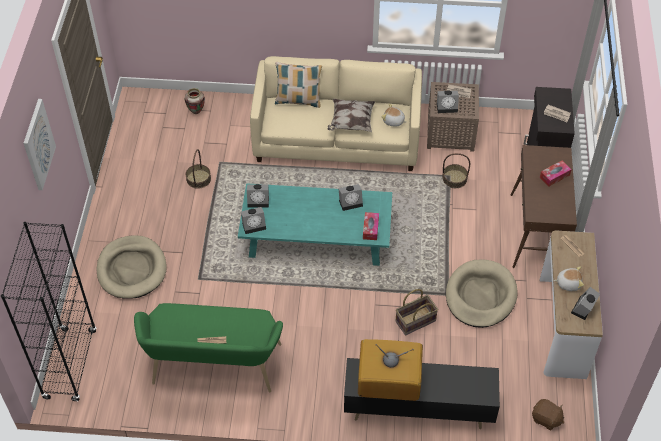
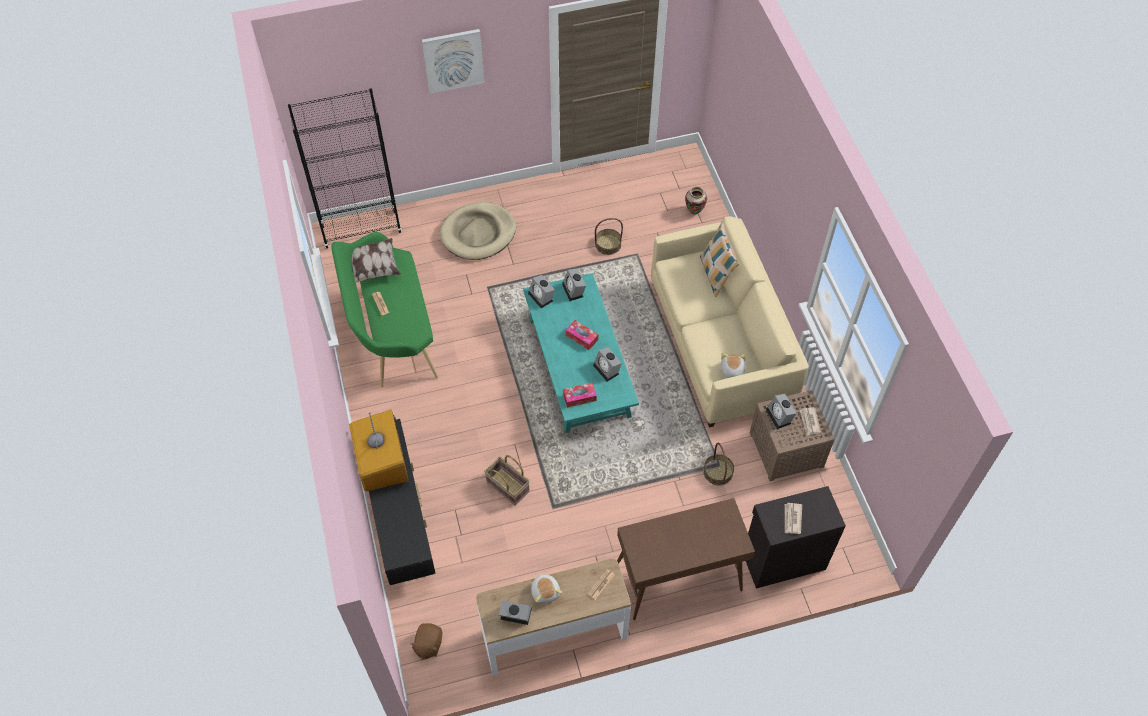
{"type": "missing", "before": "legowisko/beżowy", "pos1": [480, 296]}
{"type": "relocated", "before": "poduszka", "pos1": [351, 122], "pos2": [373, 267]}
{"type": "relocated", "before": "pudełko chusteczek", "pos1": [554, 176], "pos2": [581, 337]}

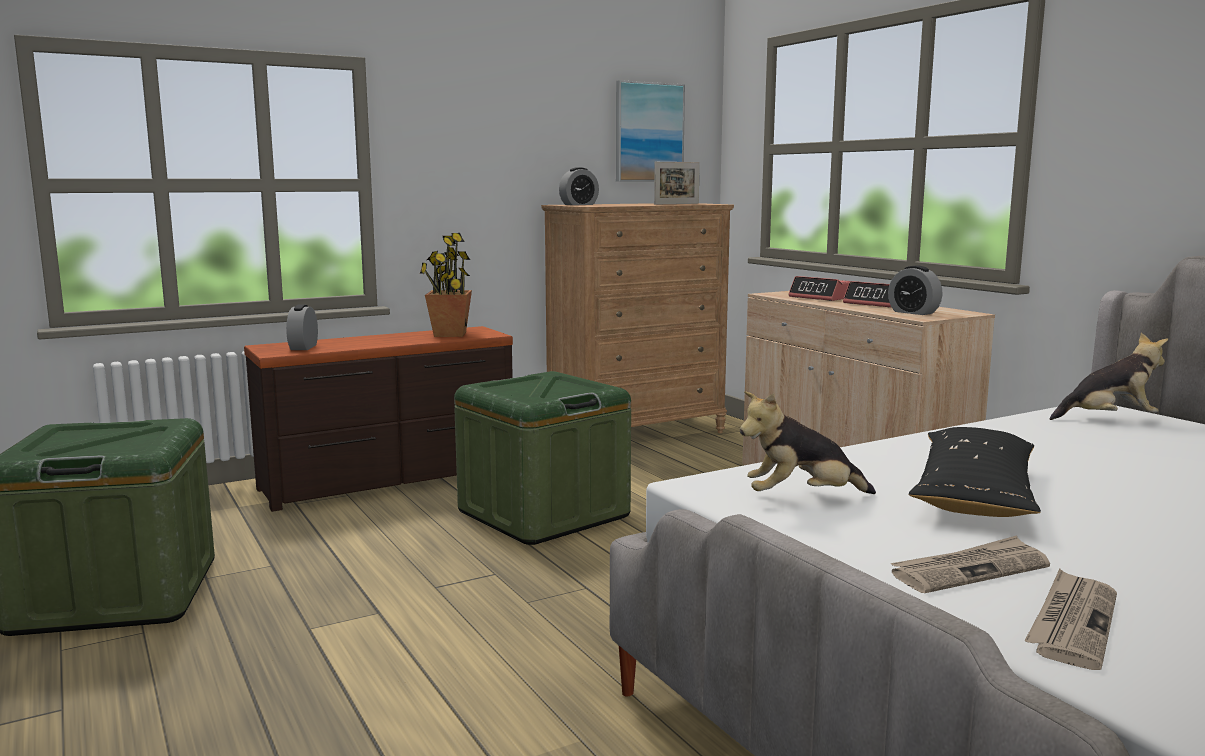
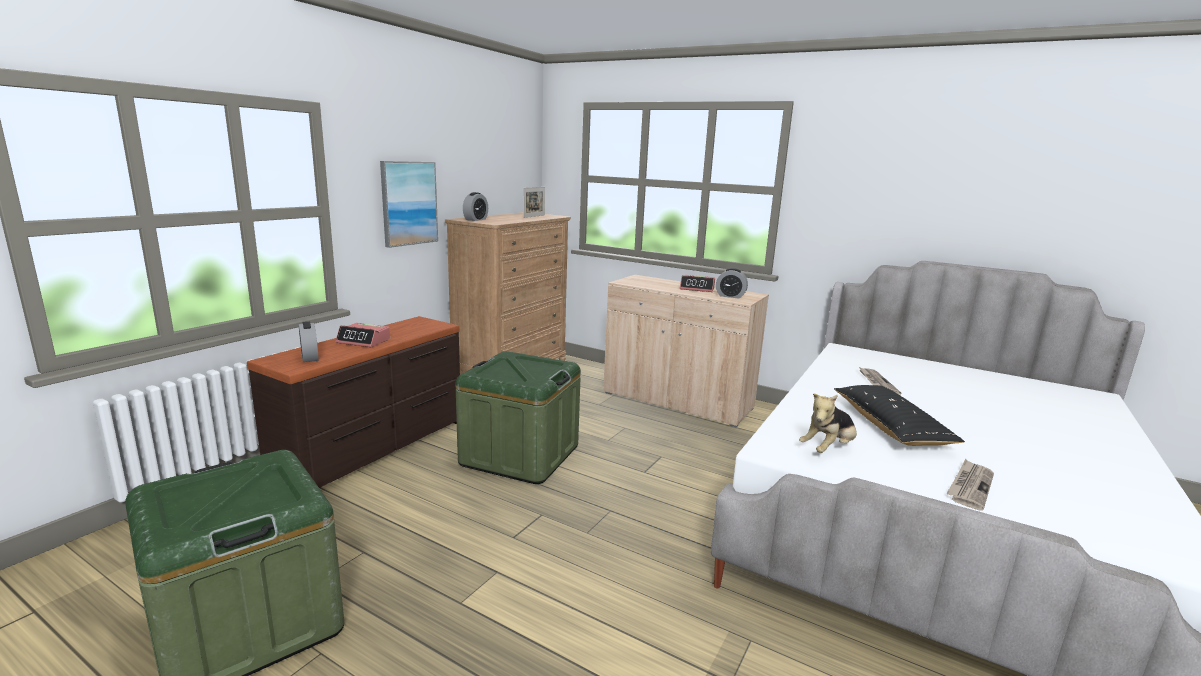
{"type": "missing", "before": "roślina doniczkowa", "pos1": [450, 334]}
{"type": "missing", "before": "pluszak", "pos1": [1109, 419]}
{"type": "relocated", "before": "obraz", "pos1": [648, 132], "pos2": [408, 203]}
{"type": "relocated", "before": "budzik", "pos1": [821, 297], "pos2": [364, 341]}
{"type": "relocated", "before": "gazeta", "pos1": [1072, 622], "pos2": [876, 382]}

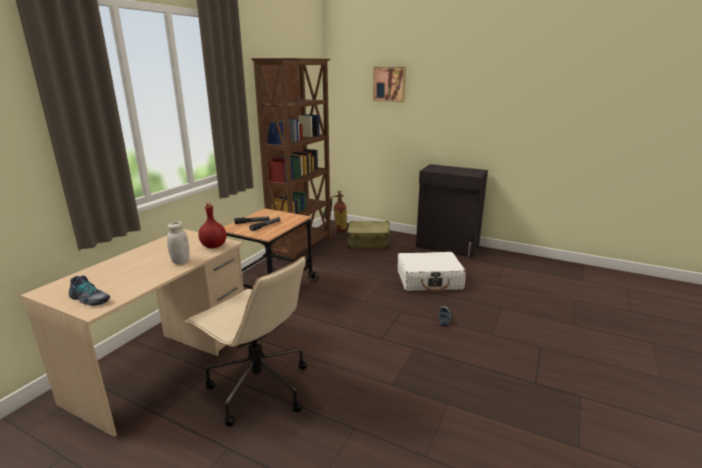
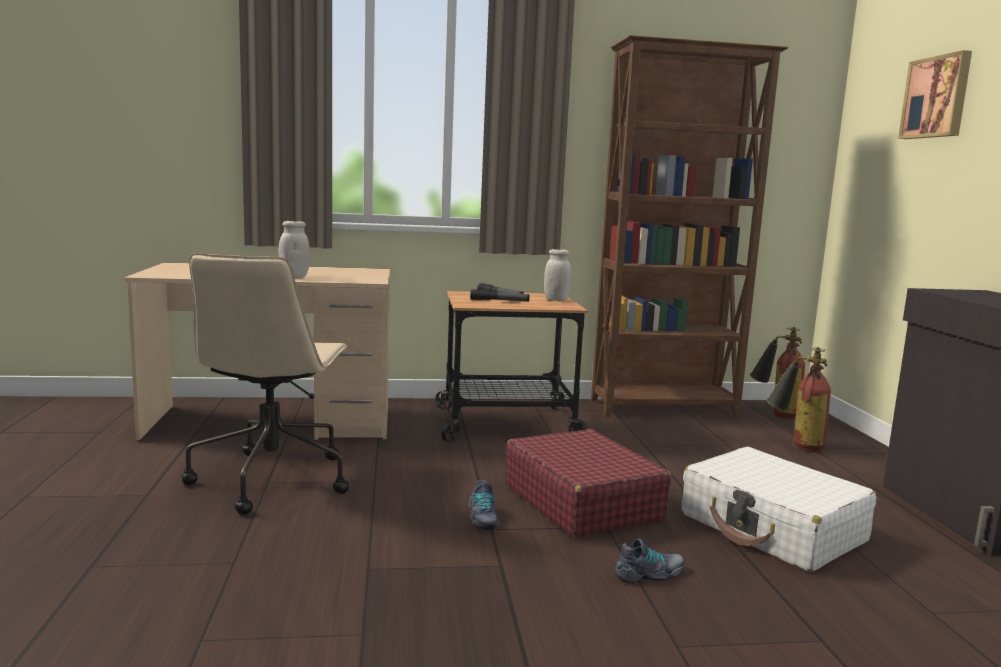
{"type": "missing", "before": "butelka/czerwony", "pos1": [213, 246]}
{"type": "appeared", "after": "walizka/czerwony", "pos2": [582, 501]}
{"type": "appeared", "after": "słoik/biały", "pos2": [556, 300]}
{"type": "relocated", "before": "but", "pos1": [89, 299], "pos2": [482, 518]}
{"type": "exchanged", "before": "walizka/beżowy", "after": "gaśnica", "pos1": [368, 242], "pos2": [796, 445]}

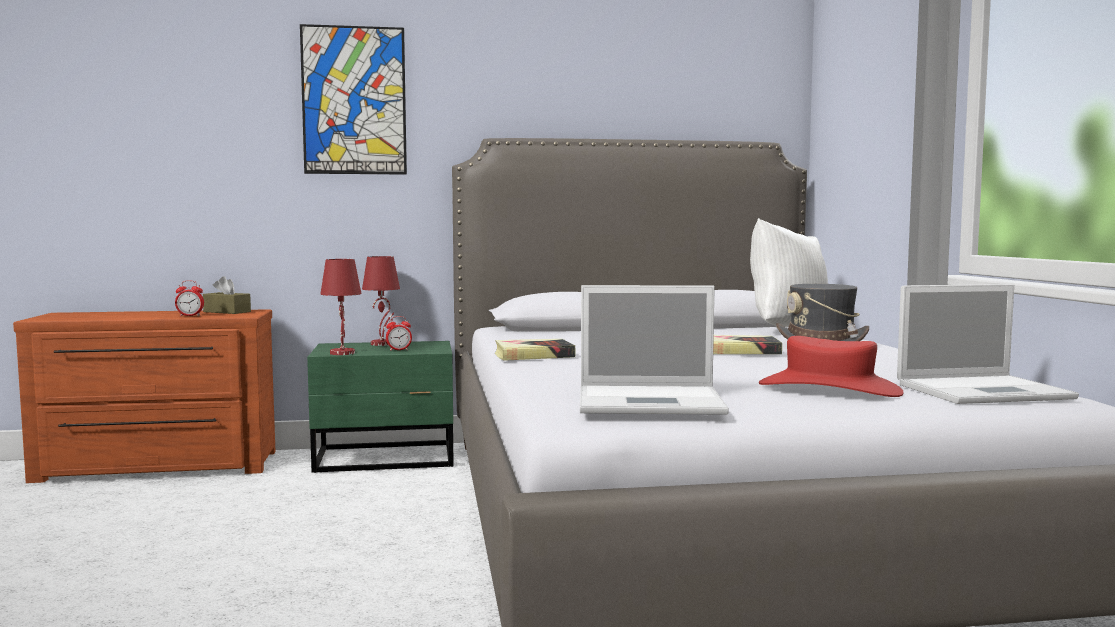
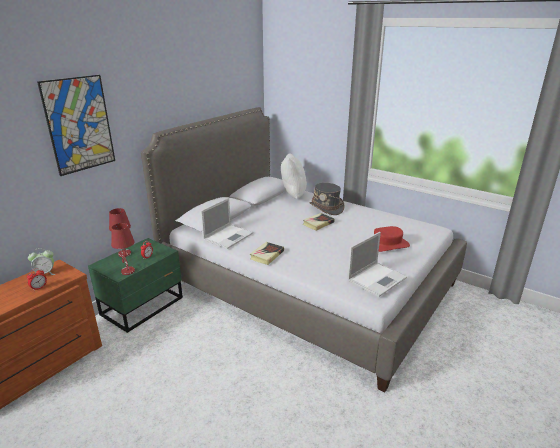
{"type": "relocated", "before": "laptop", "pos1": [985, 391], "pos2": [228, 236]}
{"type": "exchanged", "before": "pudełko chusteczek/brązowy", "after": "budzik", "pos1": [227, 312], "pos2": [45, 273]}

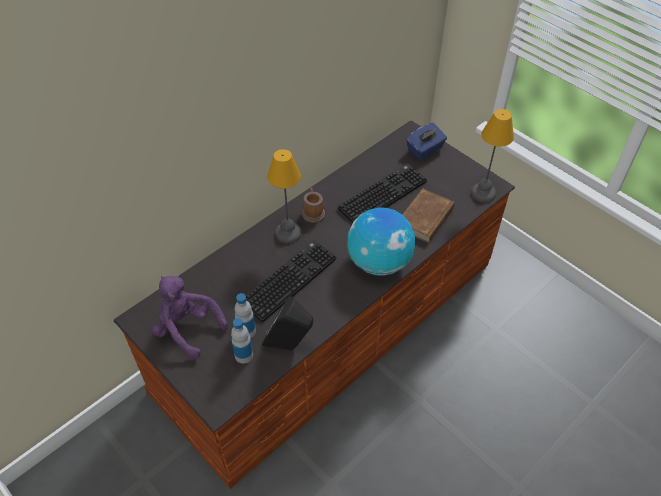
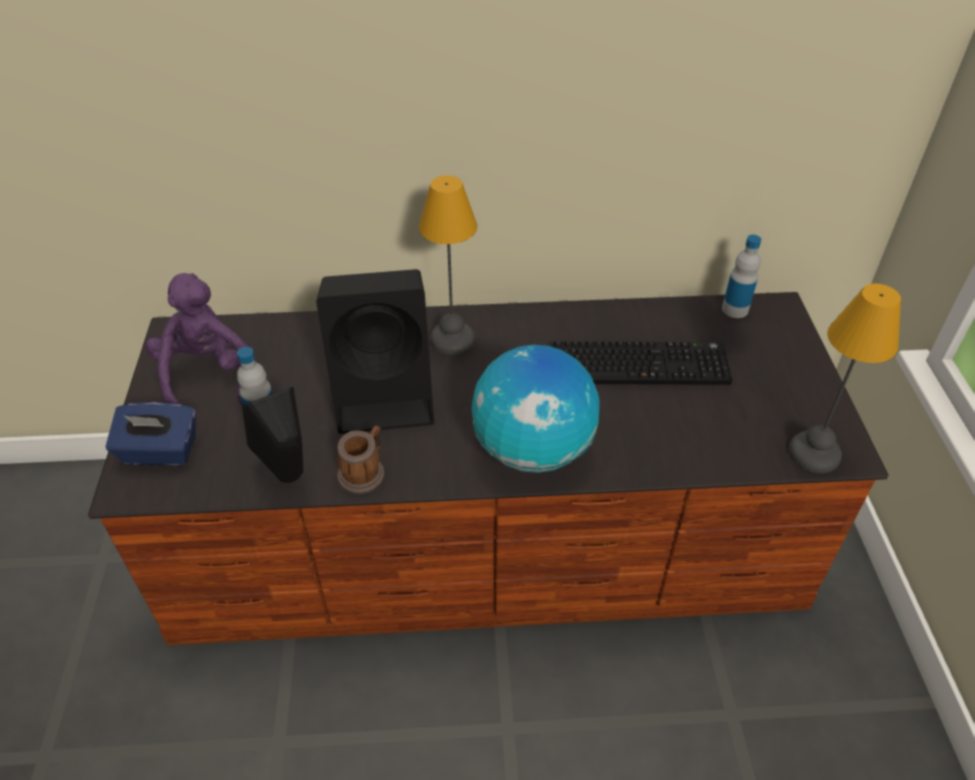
{"type": "missing", "before": "książka/brązowy", "pos1": [425, 218]}
{"type": "relocated", "before": "butelka", "pos1": [244, 355], "pos2": [735, 309]}
{"type": "relocated", "before": "kubek", "pos1": [313, 212], "pos2": [364, 471]}
{"type": "relocated", "before": "pudełko chusteczek/niebieski", "pos1": [425, 150], "pos2": [160, 451]}
{"type": "exchanged", "before": "klawiatura", "after": "głośnik/czarny", "pos1": [288, 279], "pos2": [387, 395]}

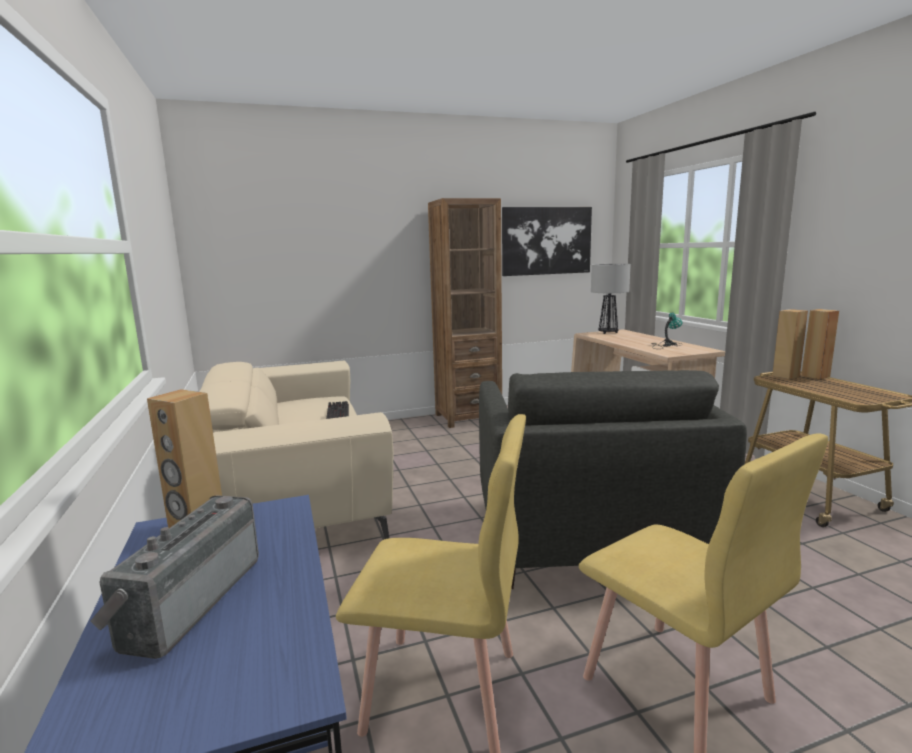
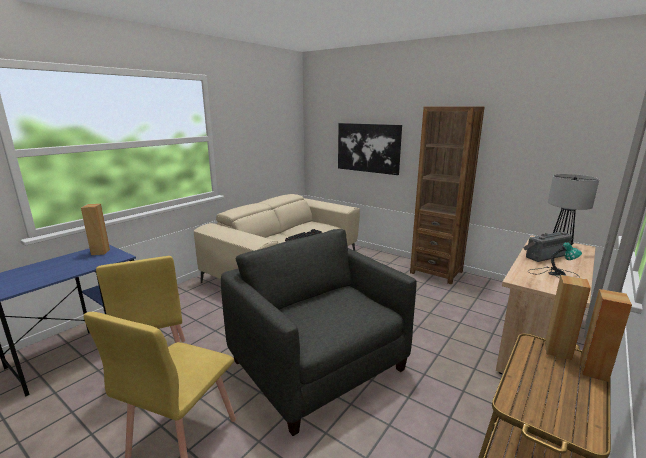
{"type": "relocated", "before": "radio", "pos1": [188, 600], "pos2": [544, 255]}
{"type": "relocated", "before": "obraz", "pos1": [546, 241], "pos2": [368, 148]}
{"type": "spun", "before": "fotel/szary", "pos1": [587, 535], "pos2": [318, 366], "turn": 90}

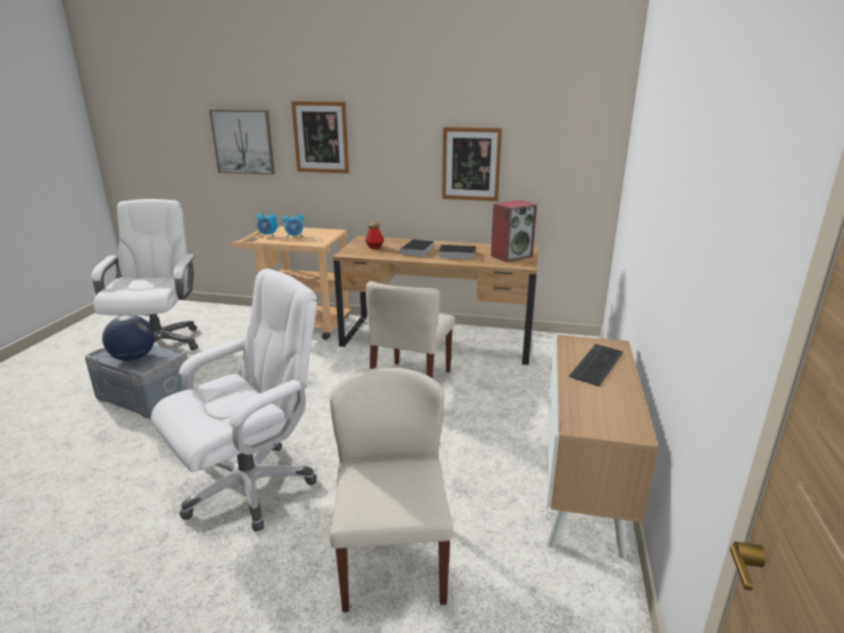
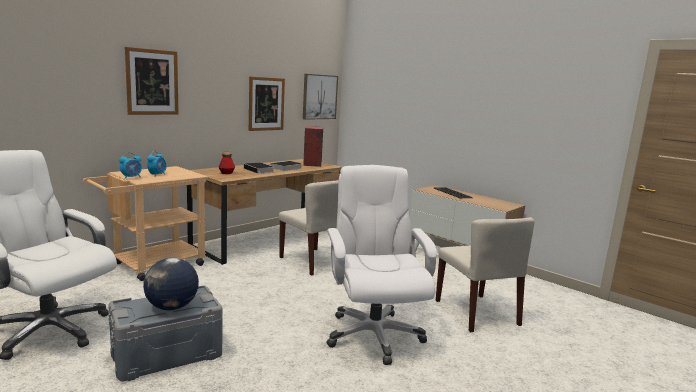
{"type": "relocated", "before": "obraz", "pos1": [243, 142], "pos2": [319, 97]}
{"type": "spun", "before": "krzesło/beżowy", "pos1": [391, 558], "pos2": [477, 313], "turn": -135}

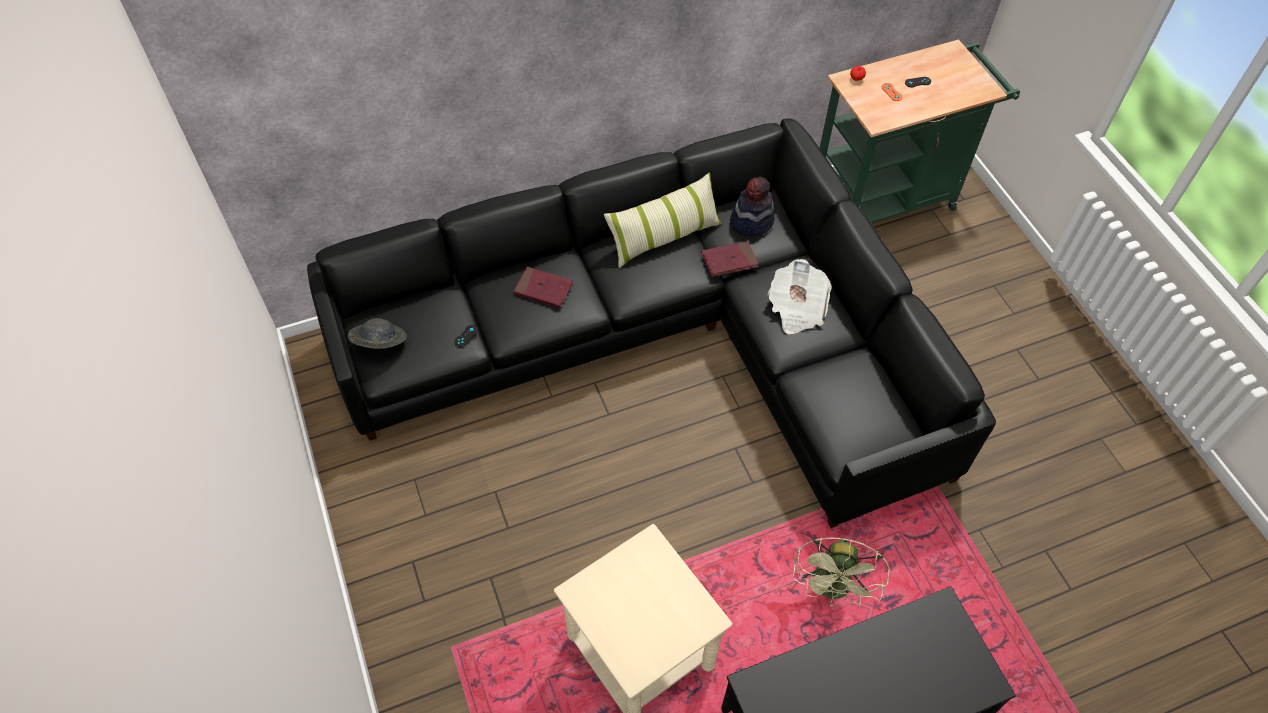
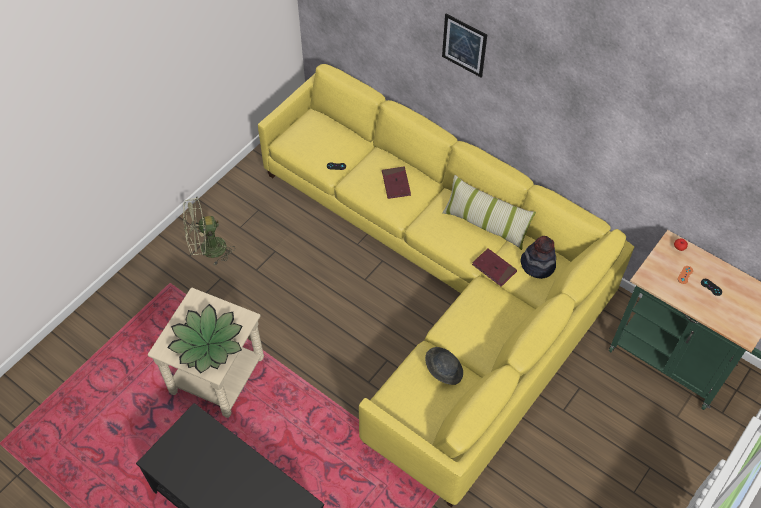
{"type": "missing", "before": "gazeta", "pos1": [796, 308]}
{"type": "appeared", "after": "roślina doniczkowa", "pos2": [208, 344]}
{"type": "appeared", "after": "obraz", "pos2": [464, 45]}
{"type": "relocated", "before": "kapelusz/szary", "pos1": [379, 343], "pos2": [443, 370]}
{"type": "relocated", "before": "wentylator/zielony", "pos1": [832, 590], "pos2": [207, 250]}
{"type": "colour", "before": "kanapa/czarny", "after": "kanapa/żółty", "pos1": [666, 341], "pos2": [441, 282]}

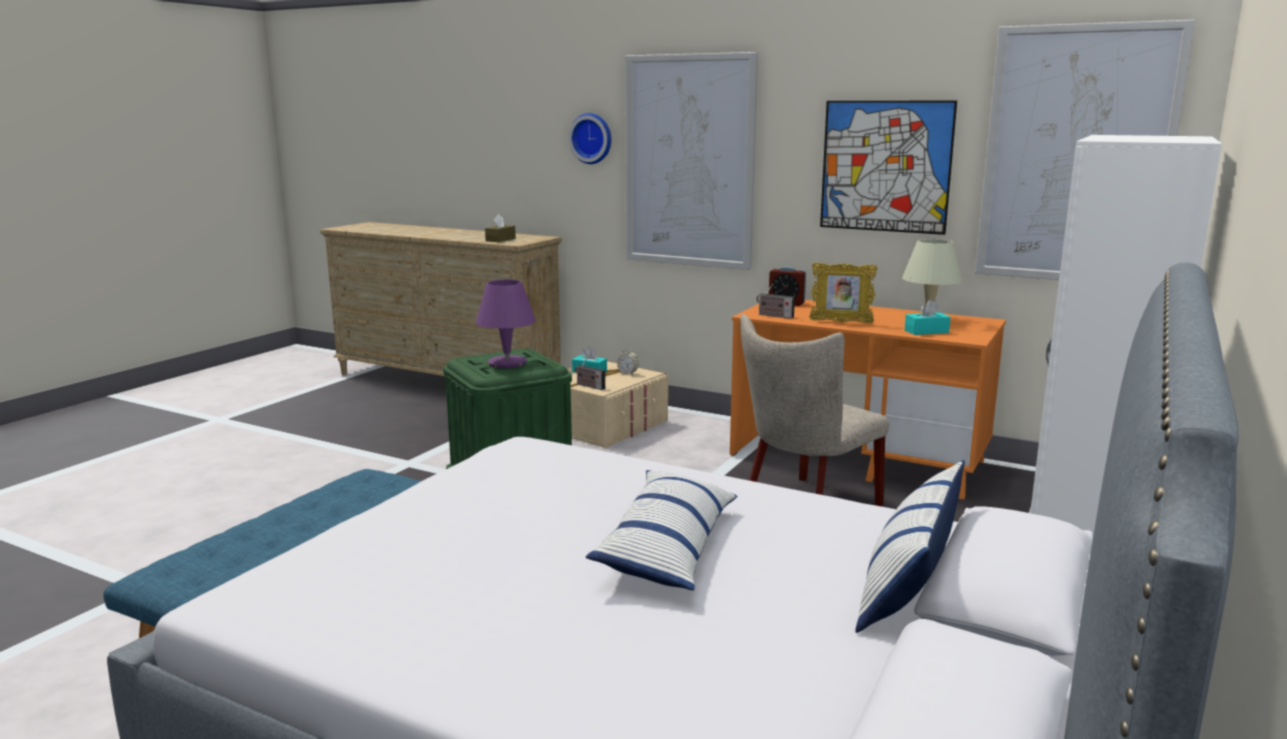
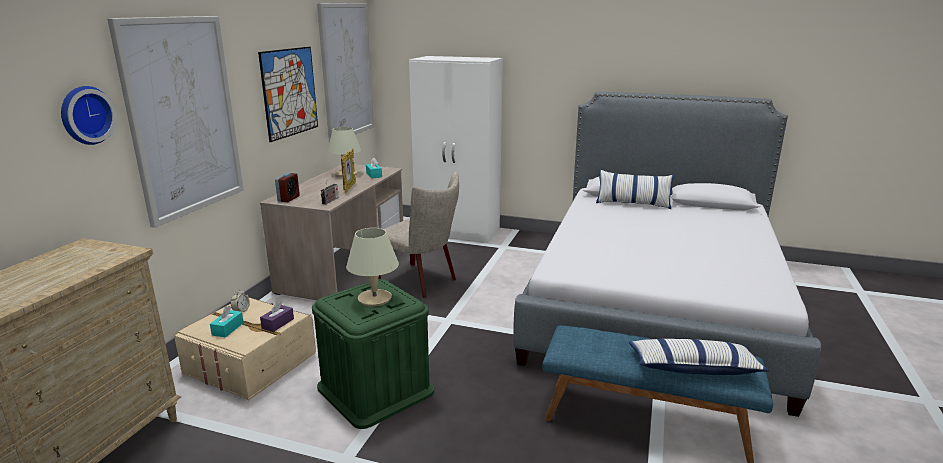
{"type": "missing", "before": "pudełko chusteczek/brązowy", "pos1": [500, 239]}
{"type": "relocated", "before": "poduszka", "pos1": [667, 547], "pos2": [693, 368]}
{"type": "exchanged", "before": "radio", "after": "pudełko chusteczek/fioletowy", "pos1": [589, 386], "pos2": [278, 323]}
{"type": "colour", "before": "lampa stołowa/fioletowy", "after": "lampa stołowa/beżowy", "pos1": [507, 363], "pos2": [375, 298]}
{"type": "colour", "before": "biurko/pomarańczowy", "after": "biurko/beżowy", "pos1": [859, 458], "pos2": [344, 267]}

